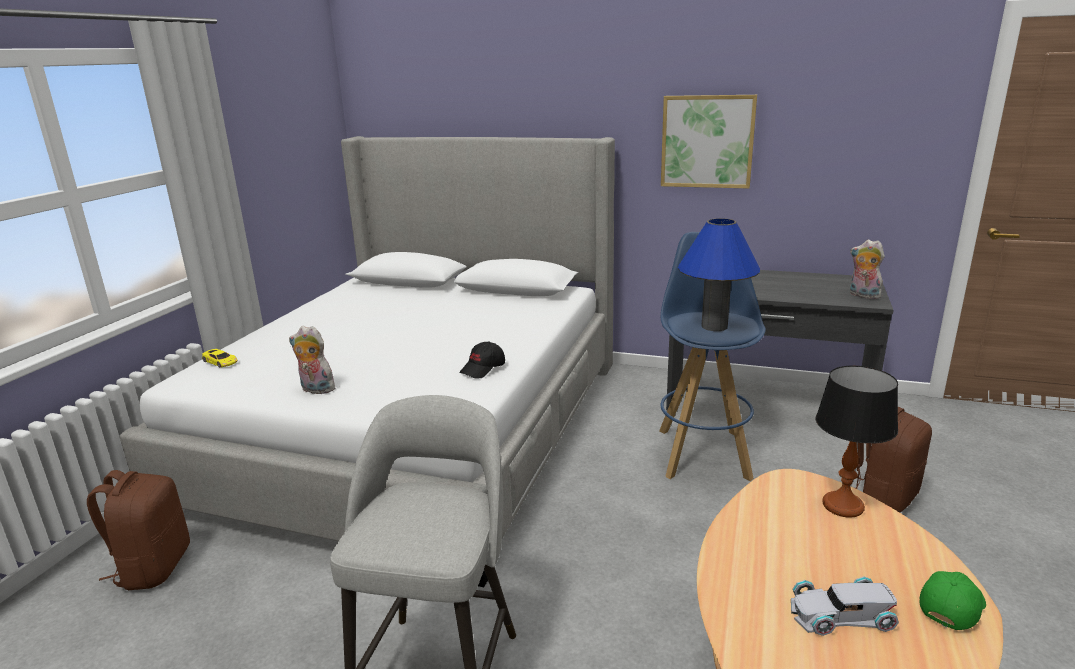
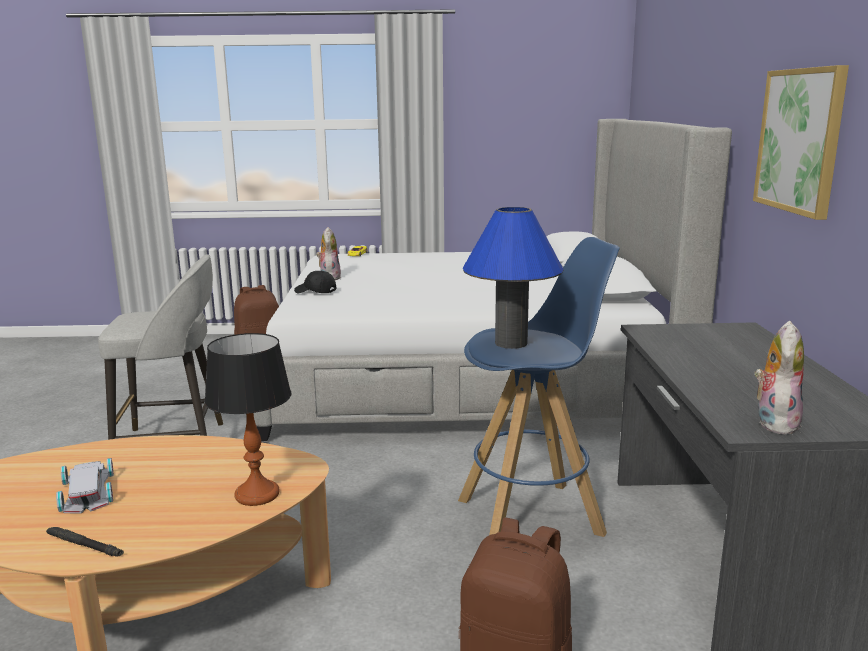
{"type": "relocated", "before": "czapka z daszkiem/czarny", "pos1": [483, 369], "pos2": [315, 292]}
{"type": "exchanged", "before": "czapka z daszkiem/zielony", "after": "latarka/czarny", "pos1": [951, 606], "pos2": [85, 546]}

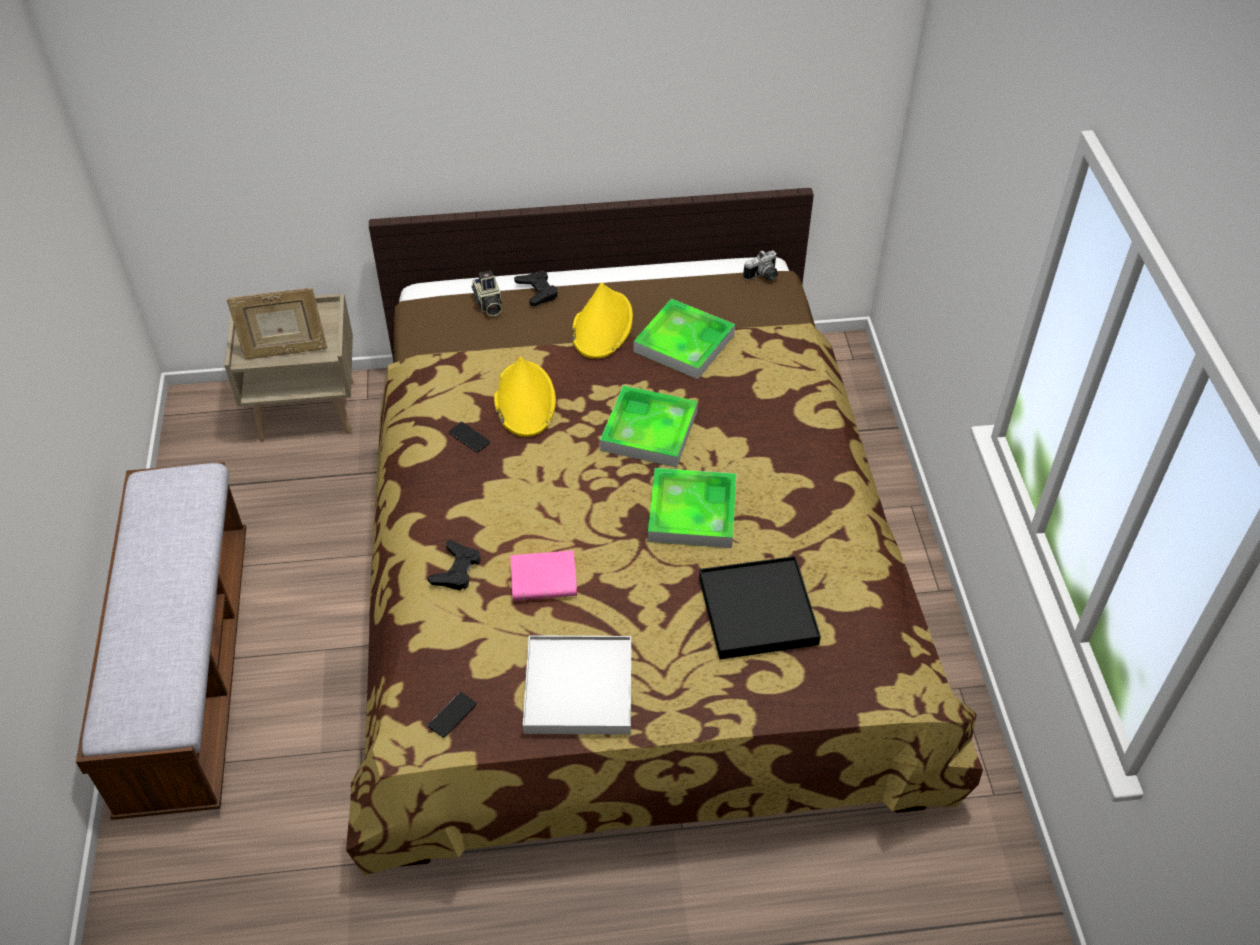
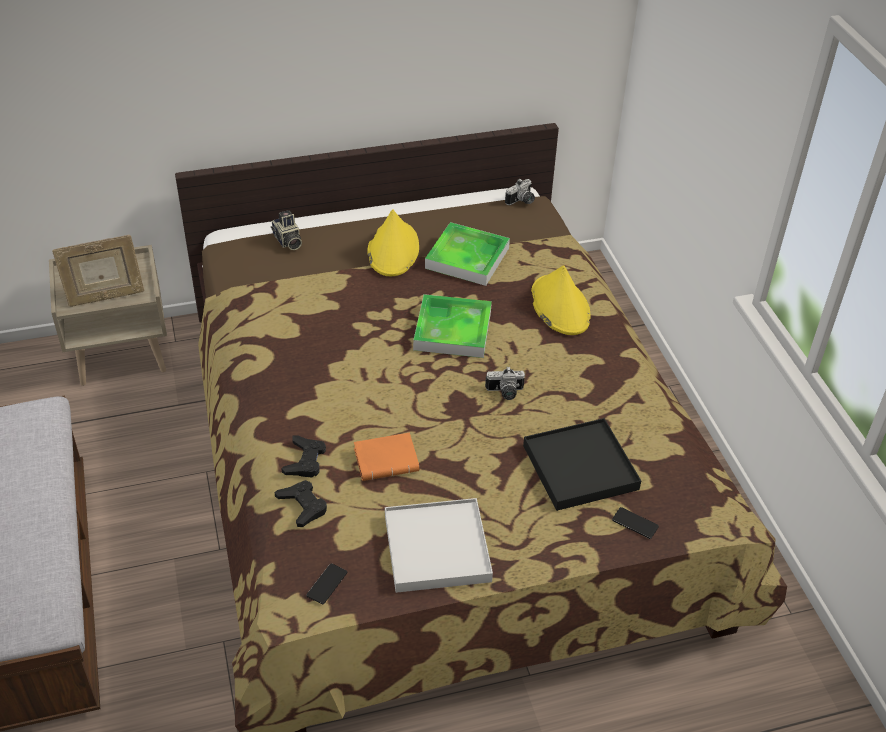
{"type": "relocated", "before": "telefon", "pos1": [469, 437], "pos2": [635, 523]}
{"type": "relocated", "before": "kapelusz/żółty", "pos1": [524, 400], "pos2": [559, 306]}
{"type": "relocated", "before": "pad do gier/czarny", "pos1": [537, 291], "pos2": [302, 506]}
{"type": "exchanged", "before": "taca", "after": "aparat fotograficzny", "pos1": [692, 512], "pos2": [505, 393]}
{"type": "colour", "before": "książka/różowy", "after": "książka/pomarańczowy", "pos1": [545, 578], "pos2": [387, 459]}

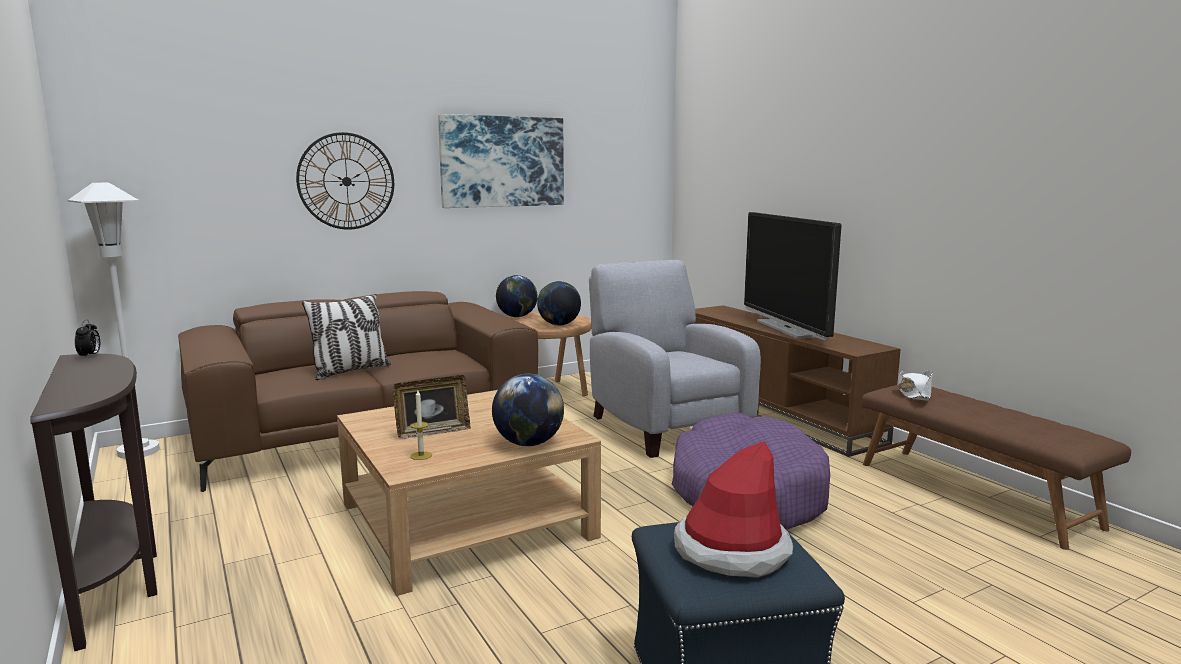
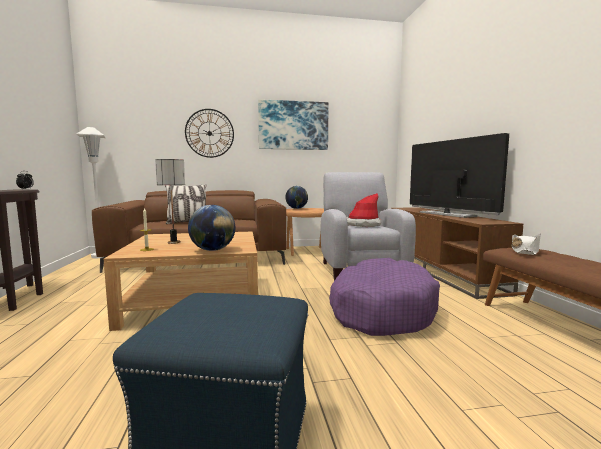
{"type": "missing", "before": "globus", "pos1": [559, 325]}
{"type": "relocated", "before": "kapelusz", "pos1": [731, 551], "pos2": [363, 225]}
{"type": "exchanged", "before": "ramka na zdjęcie", "after": "lampa stołowa", "pos1": [433, 432], "pos2": [174, 242]}
{"type": "spun", "before": "telewizor", "pos1": [787, 329], "pos2": [447, 214], "turn": 150}

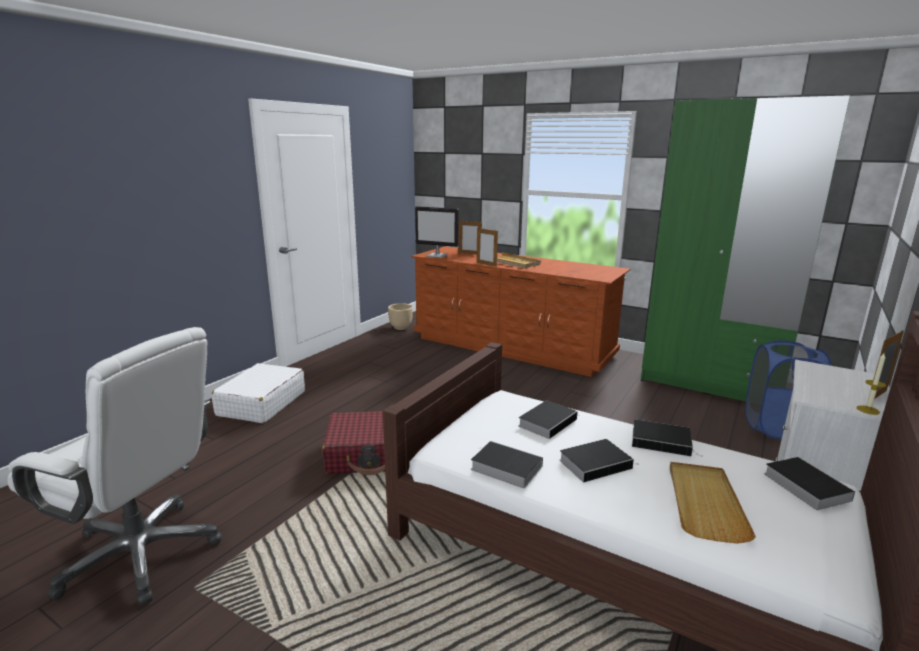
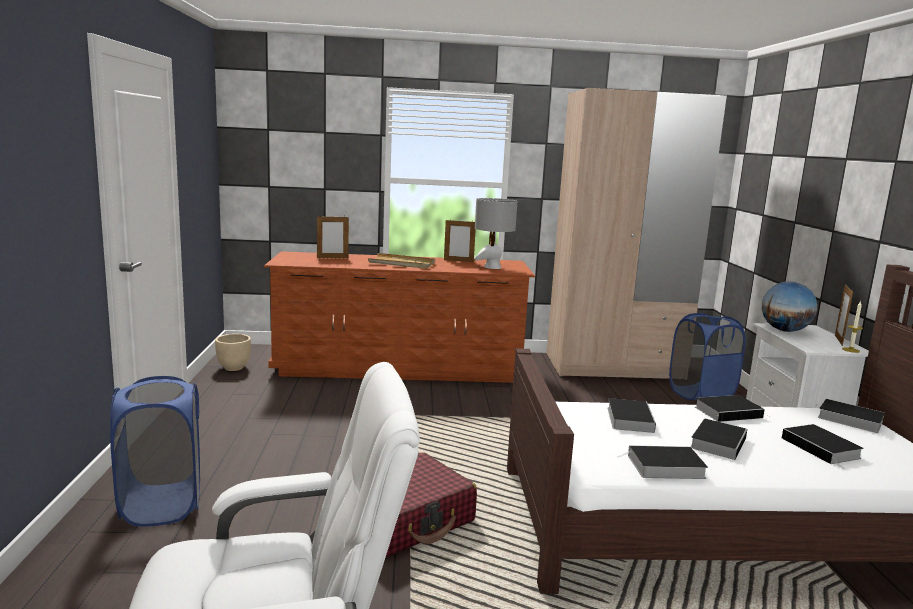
{"type": "missing", "before": "monitor", "pos1": [437, 256]}
{"type": "appeared", "after": "lampa stołowa/szary", "pos2": [492, 267]}
{"type": "appeared", "after": "globus", "pos2": [784, 330]}
{"type": "relocated", "before": "ramka na zdjęcie", "pos1": [486, 264], "pos2": [458, 261]}
{"type": "exchanged", "before": "walizka/biały", "after": "kosz na pranie/niebieski", "pos1": [261, 403], "pos2": [162, 505]}
{"type": "exchanged", "before": "taca/beżowy", "after": "książka", "pos1": [704, 503], "pos2": [823, 449]}
{"type": "colour", "before": "szafa/zielony", "after": "szafa/beżowy", "pos1": [711, 382], "pos2": [614, 367]}

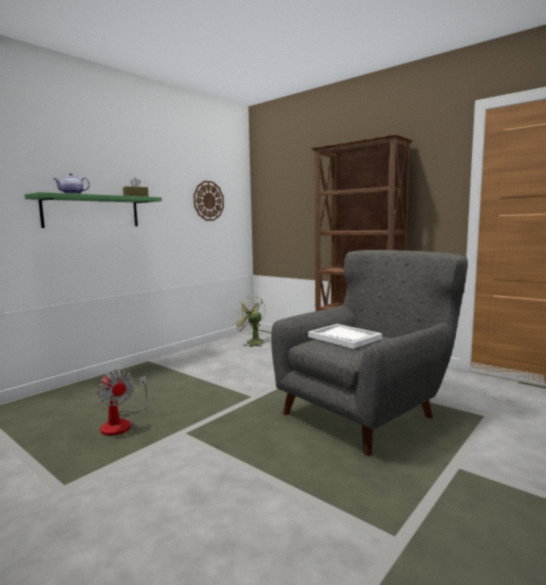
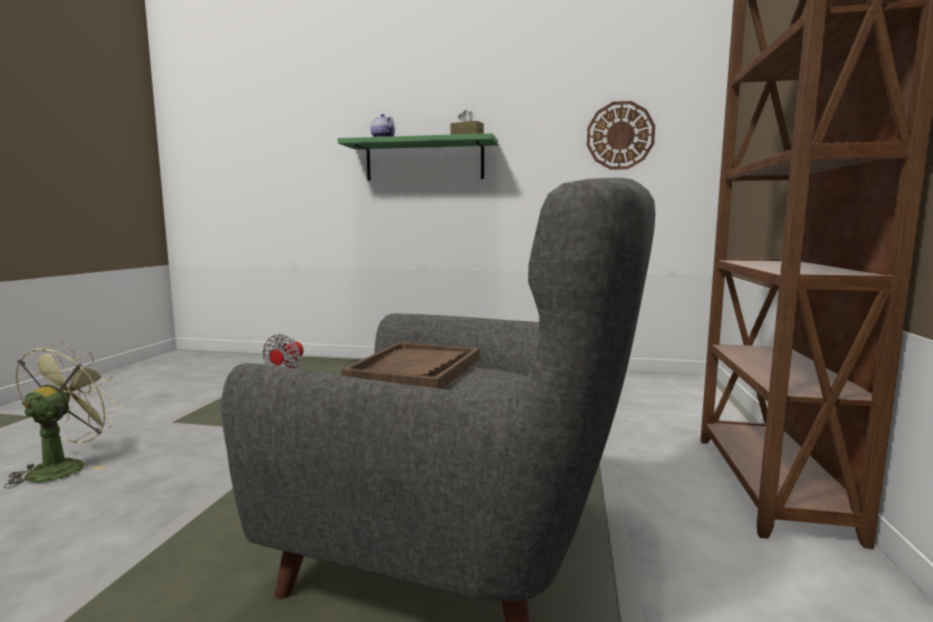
{"type": "relocated", "before": "wentylator/zielony", "pos1": [252, 342], "pos2": [64, 467]}
{"type": "colour", "before": "taca/biały", "after": "taca/brązowy", "pos1": [344, 338], "pos2": [416, 370]}

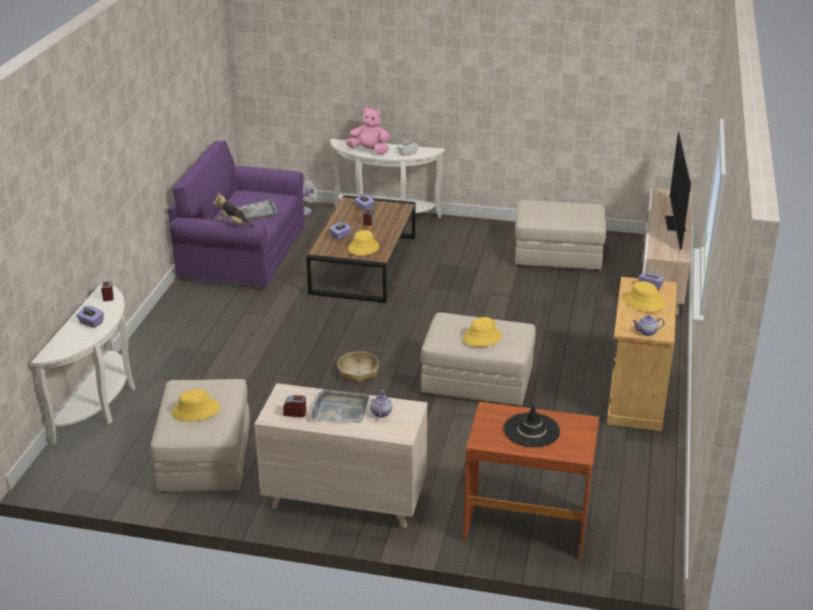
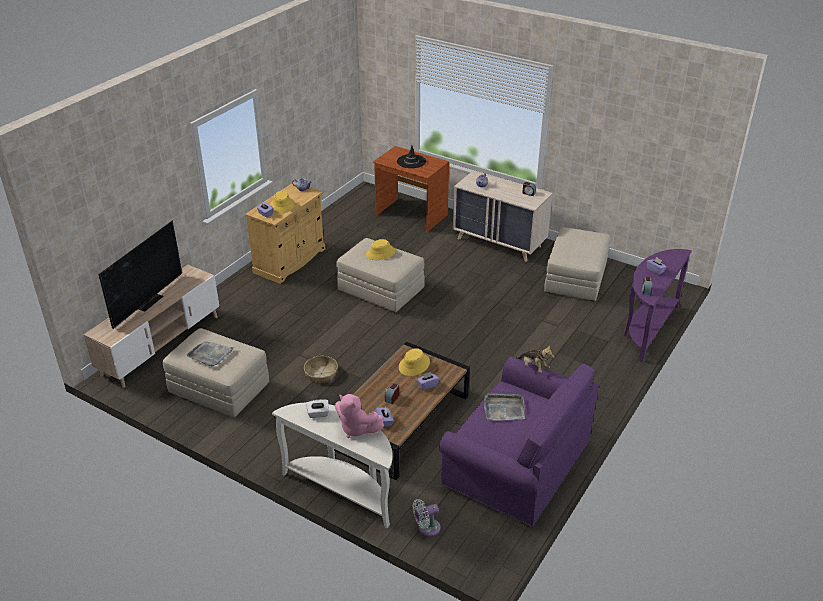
{"type": "missing", "before": "kapelusz/żółty", "pos1": [196, 411]}
{"type": "relocated", "before": "taca/szary", "pos1": [339, 409], "pos2": [210, 354]}
{"type": "relocated", "before": "koszyk", "pos1": [358, 372], "pos2": [321, 373]}
{"type": "colour", "before": "stolik konsolowy/biały", "after": "stolik konsolowy/fioletowy", "pos1": [101, 403], "pos2": [647, 329]}

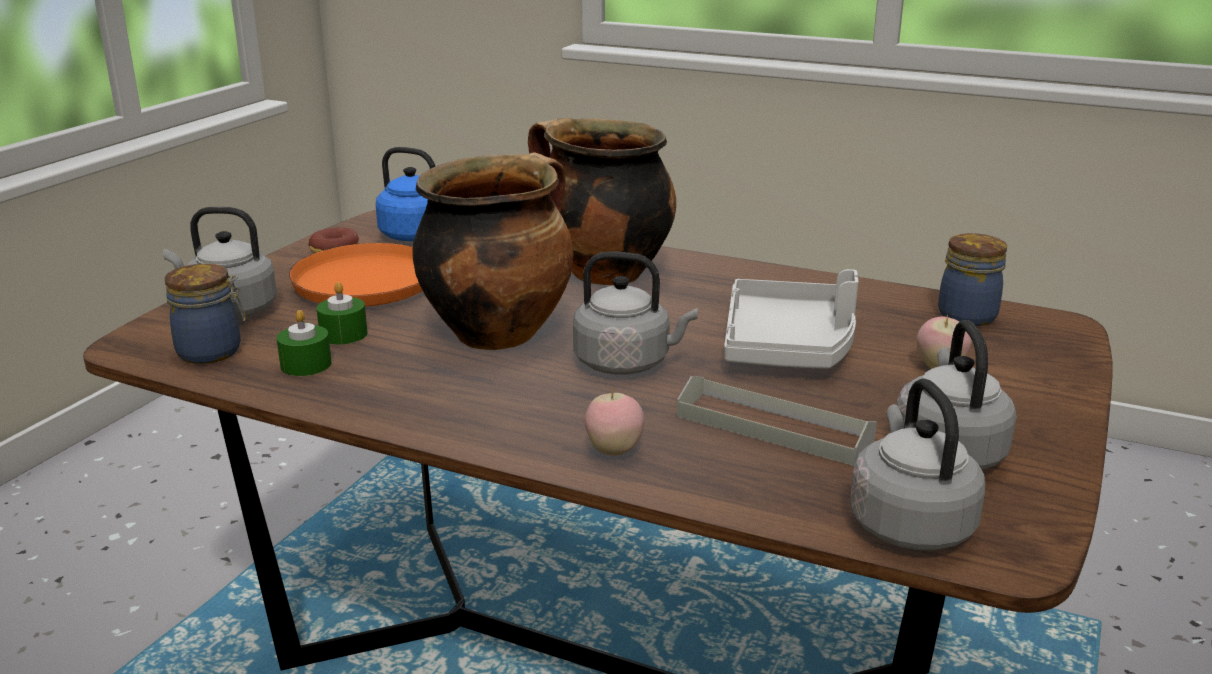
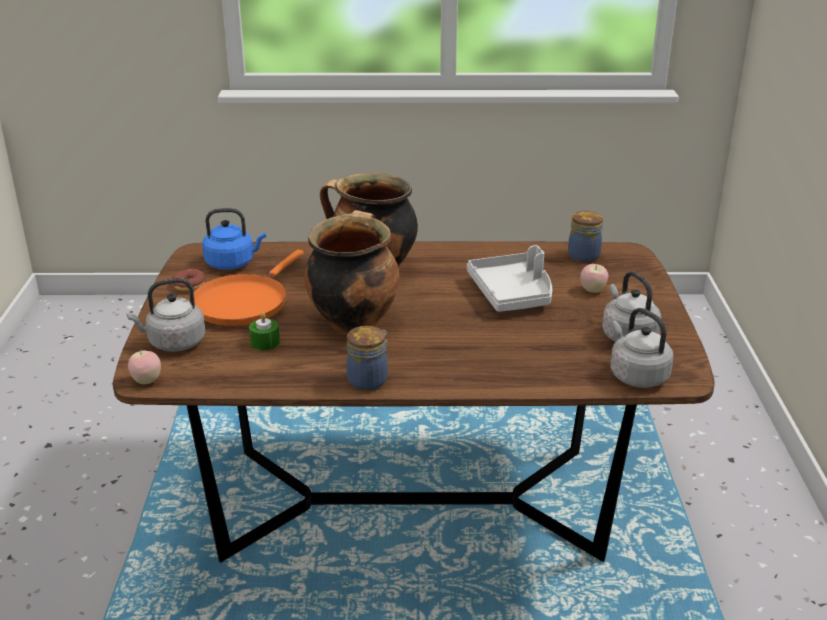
{"type": "missing", "before": "świeca/zielony", "pos1": [306, 365]}
{"type": "missing", "before": "czajnik/szary", "pos1": [627, 363]}
{"type": "missing", "before": "taca/szary", "pos1": [773, 427]}
{"type": "relocated", "before": "słoik", "pos1": [212, 352], "pos2": [369, 380]}
{"type": "relocated", "before": "jabłko", "pos1": [614, 451], "pos2": [147, 381]}

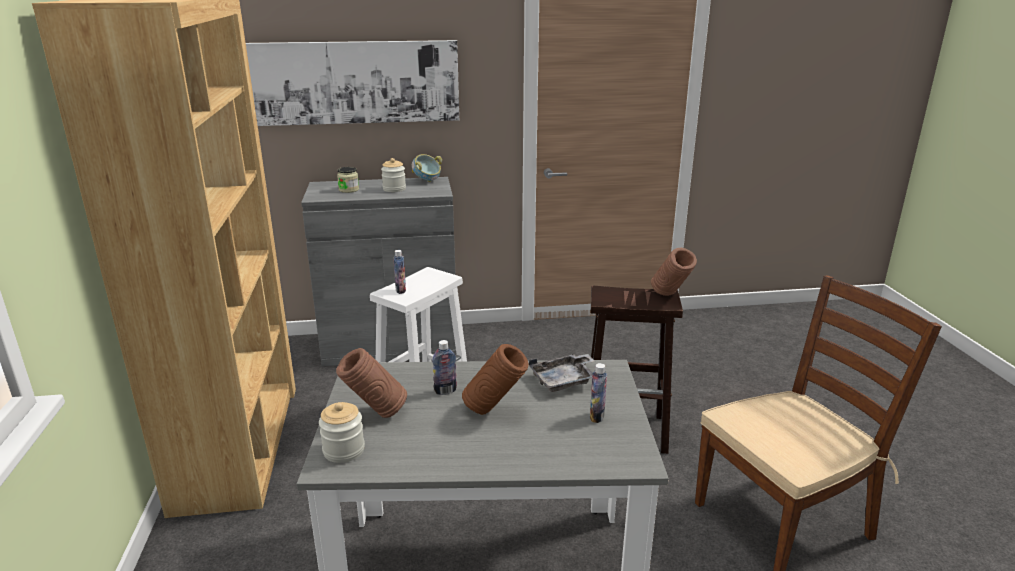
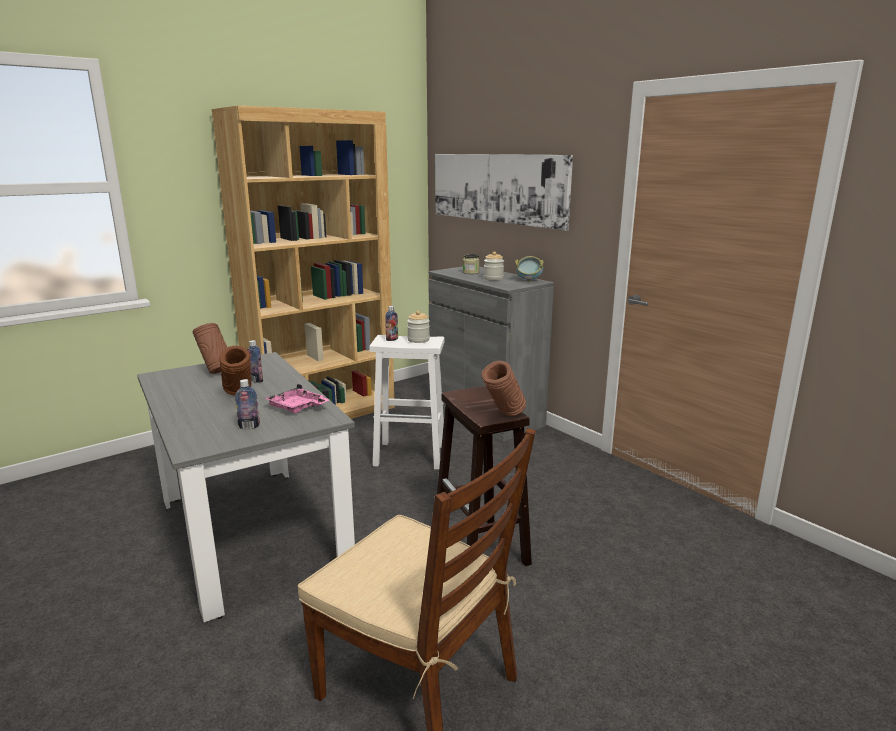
{"type": "relocated", "before": "słoik", "pos1": [344, 450], "pos2": [418, 340]}
{"type": "colour", "before": "taca/szary", "after": "taca/różowy", "pos1": [564, 380], "pos2": [297, 408]}

